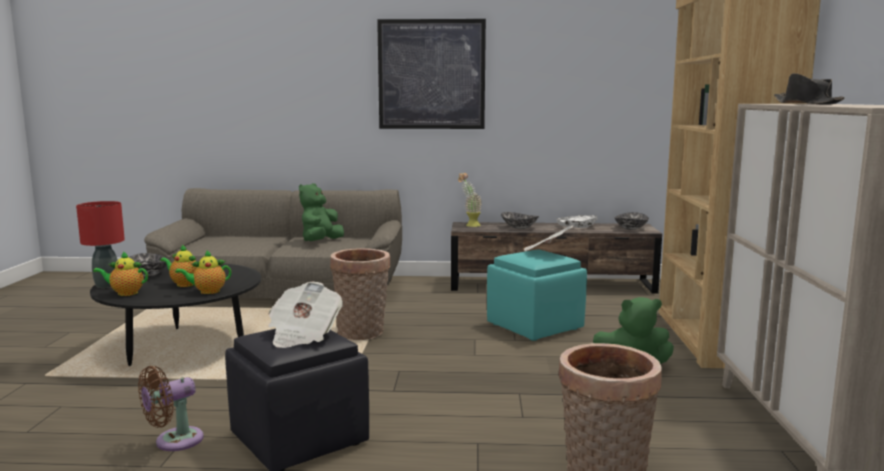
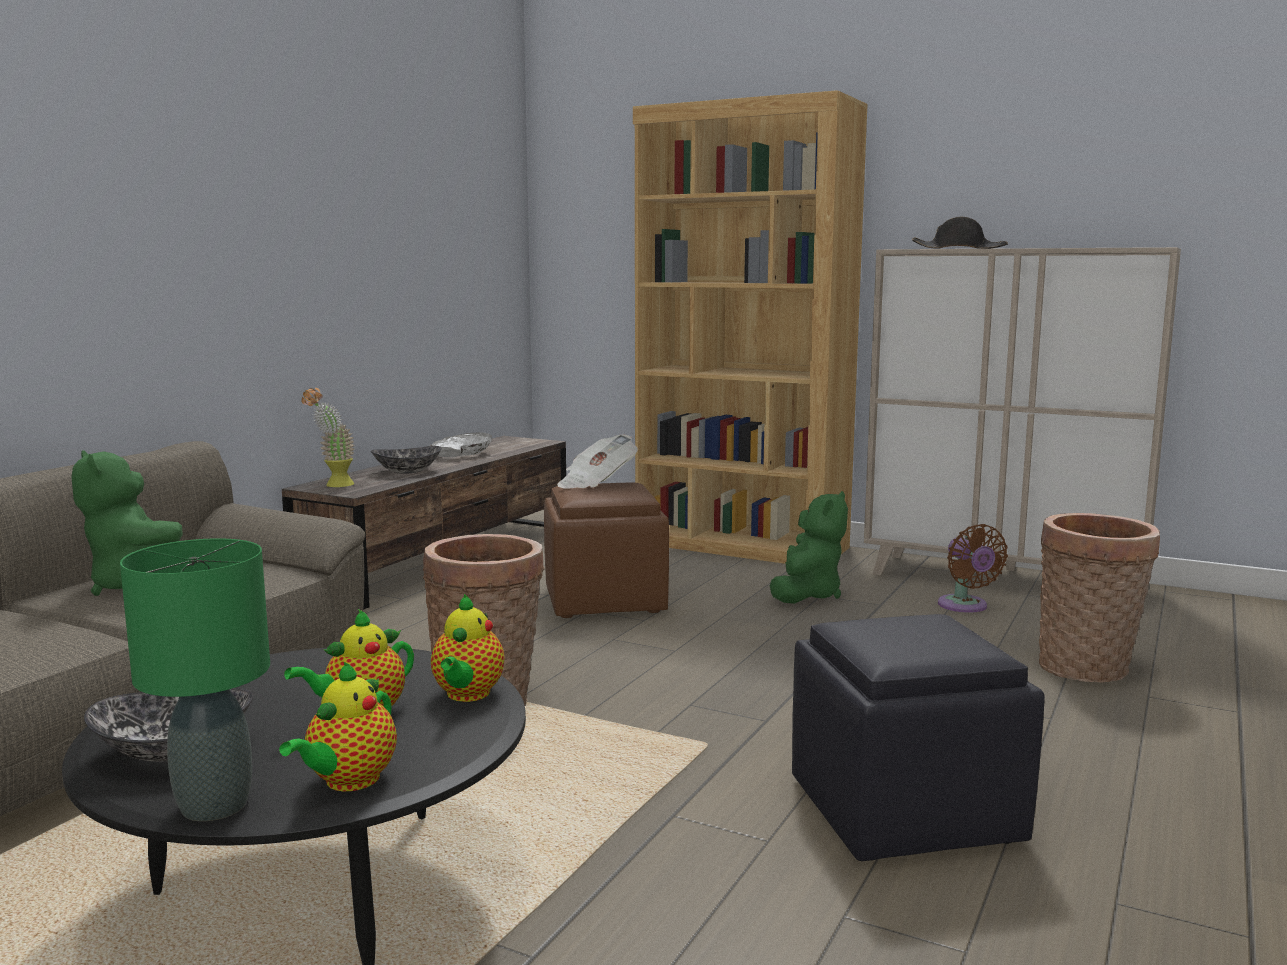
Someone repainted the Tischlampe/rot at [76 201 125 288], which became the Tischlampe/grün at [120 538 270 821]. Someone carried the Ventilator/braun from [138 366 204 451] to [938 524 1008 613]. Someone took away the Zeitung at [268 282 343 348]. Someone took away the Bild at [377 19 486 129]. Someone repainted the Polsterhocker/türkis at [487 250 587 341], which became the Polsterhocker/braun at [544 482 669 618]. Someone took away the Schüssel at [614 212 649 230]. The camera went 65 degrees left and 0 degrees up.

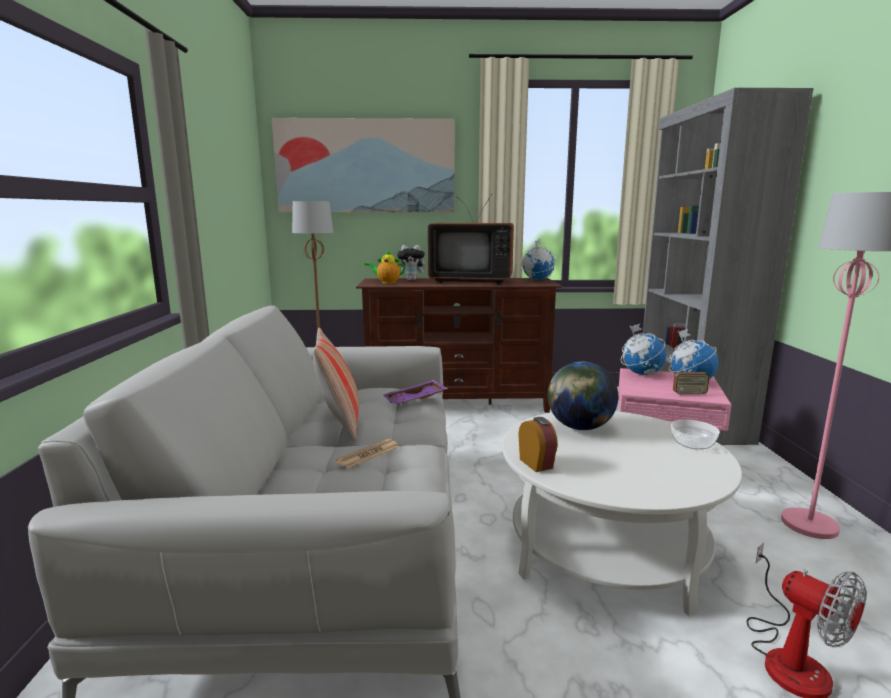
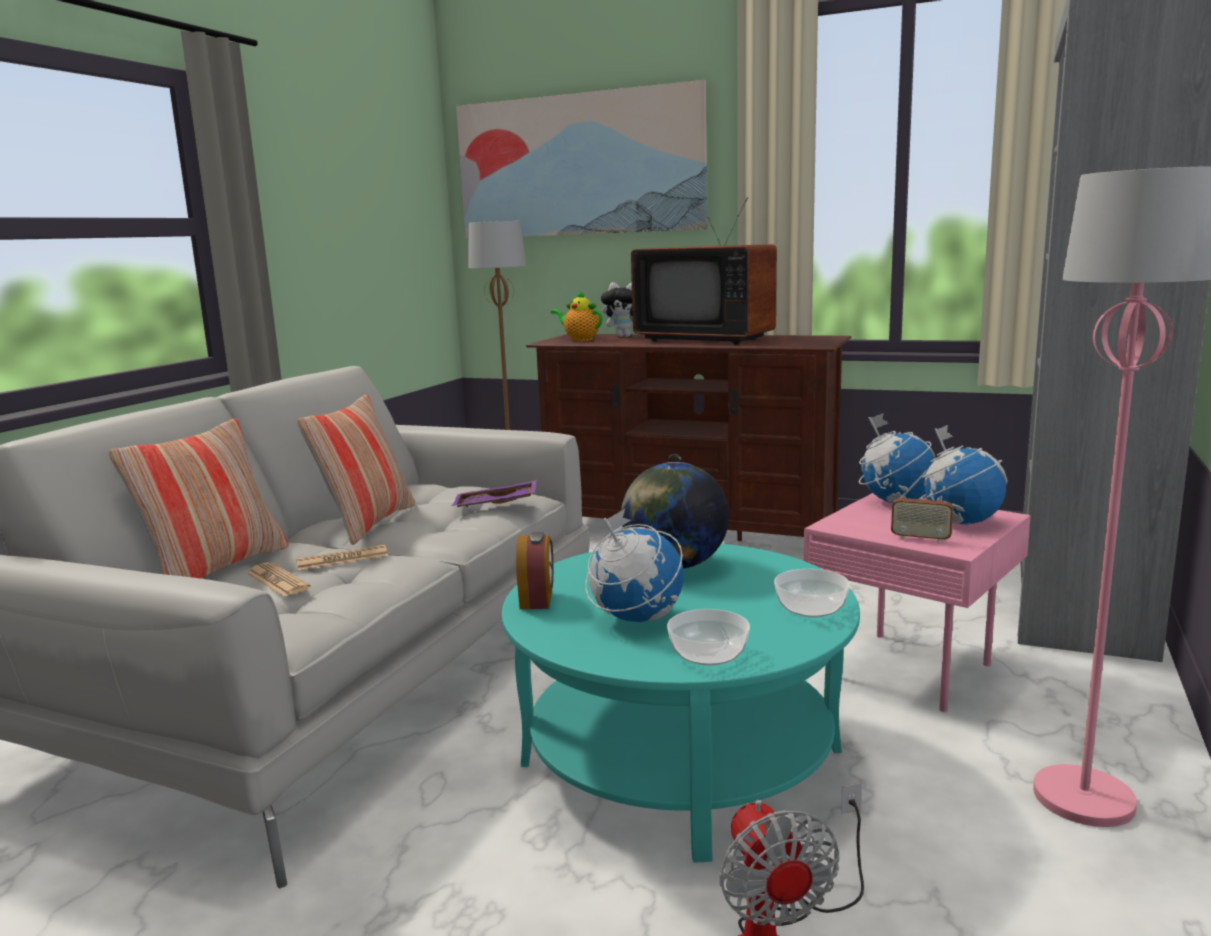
Someone repainted the Couchtisch/weiß at [502 411 742 616], which became the Couchtisch/türkis at [502 544 860 862]. Someone carried the Globus from [520 238 557 280] to [585 509 684 622]. Someone put down the Kissen at [109 419 288 579]. Someone put down the Zeitung at [247 562 311 597]. Someone put down the Schüssel at [667 609 750 666]. The camera went 25 degrees right and 0 degrees up.

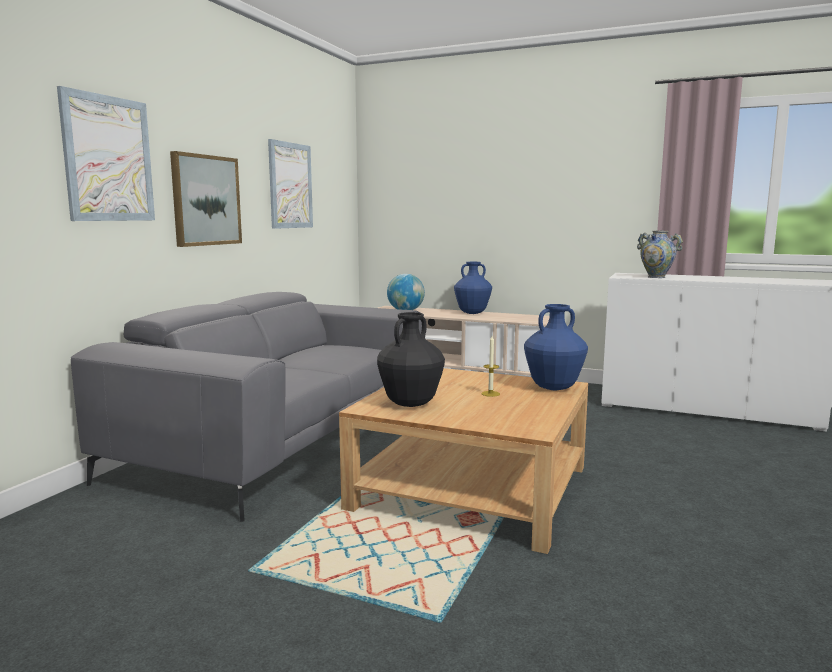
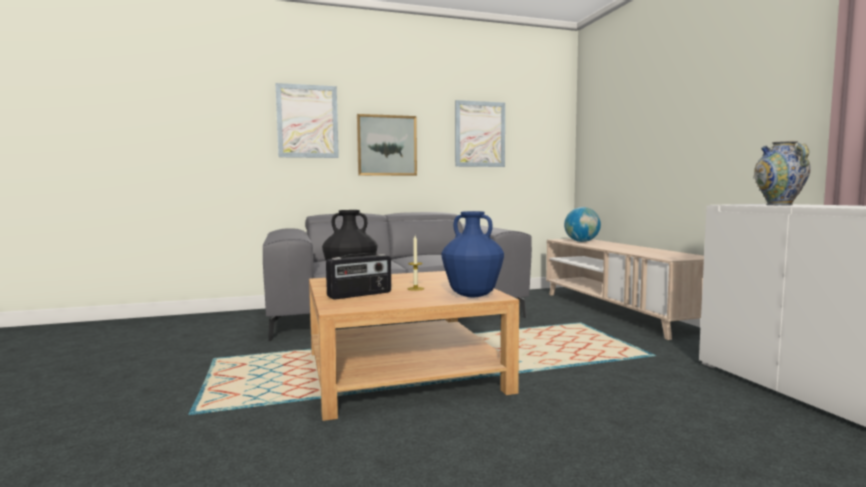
Someone took away the Vase/blau at [454 262 492 314]. Someone put down the Radio at [326 253 391 300]. The camera went 50 degrees right and 5 degrees down.

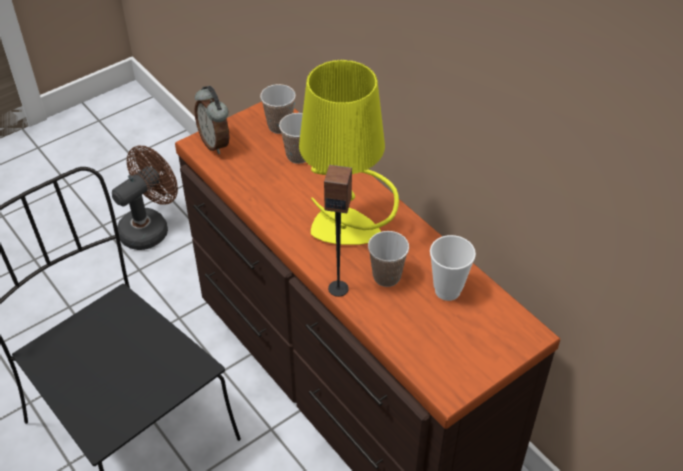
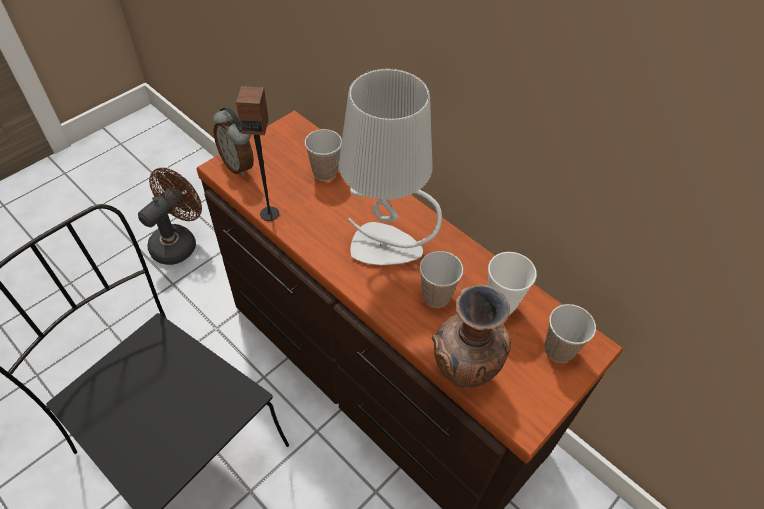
Someone carried the Tasse from [260 84 296 134] to [545 304 596 363]. Someone repainted the Tischlampe/gelb at [299 60 399 245], which became the Tischlampe/grau at [339 69 442 265]. Someone carried the Lautsprecher from [324 165 352 297] to [236 86 279 221]. Someone put down the Vase/braun at [432 285 511 388]. The camera went 10 degrees left and 5 degrees up.

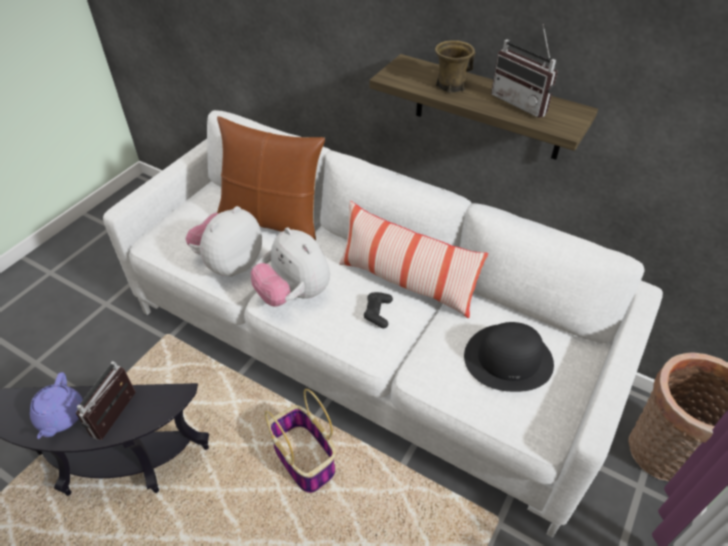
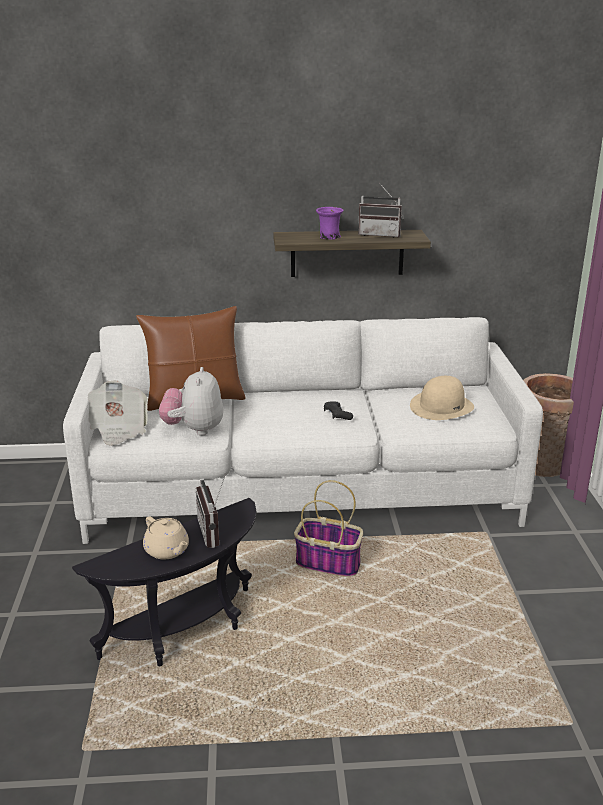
Someone repainted the Teekanne/lila at [30 372 83 439], which became the Teekanne/beige at [143 516 189 559]. Someone took away the Plüschtier at [251 227 330 307]. Someone took away the Kissen at [339 201 488 318]. Someone repainted the Henkelbecher/braun at [435 40 475 94], which became the Henkelbecher/lila at [316 207 343 240]. Someone repainted the Hut/schwarz at [464 322 554 392], which became the Hut/beige at [410 376 474 420]. Someone put down the Zeitung at [87 381 148 446]. The camera went 35 degrees left and 20 degrees down.

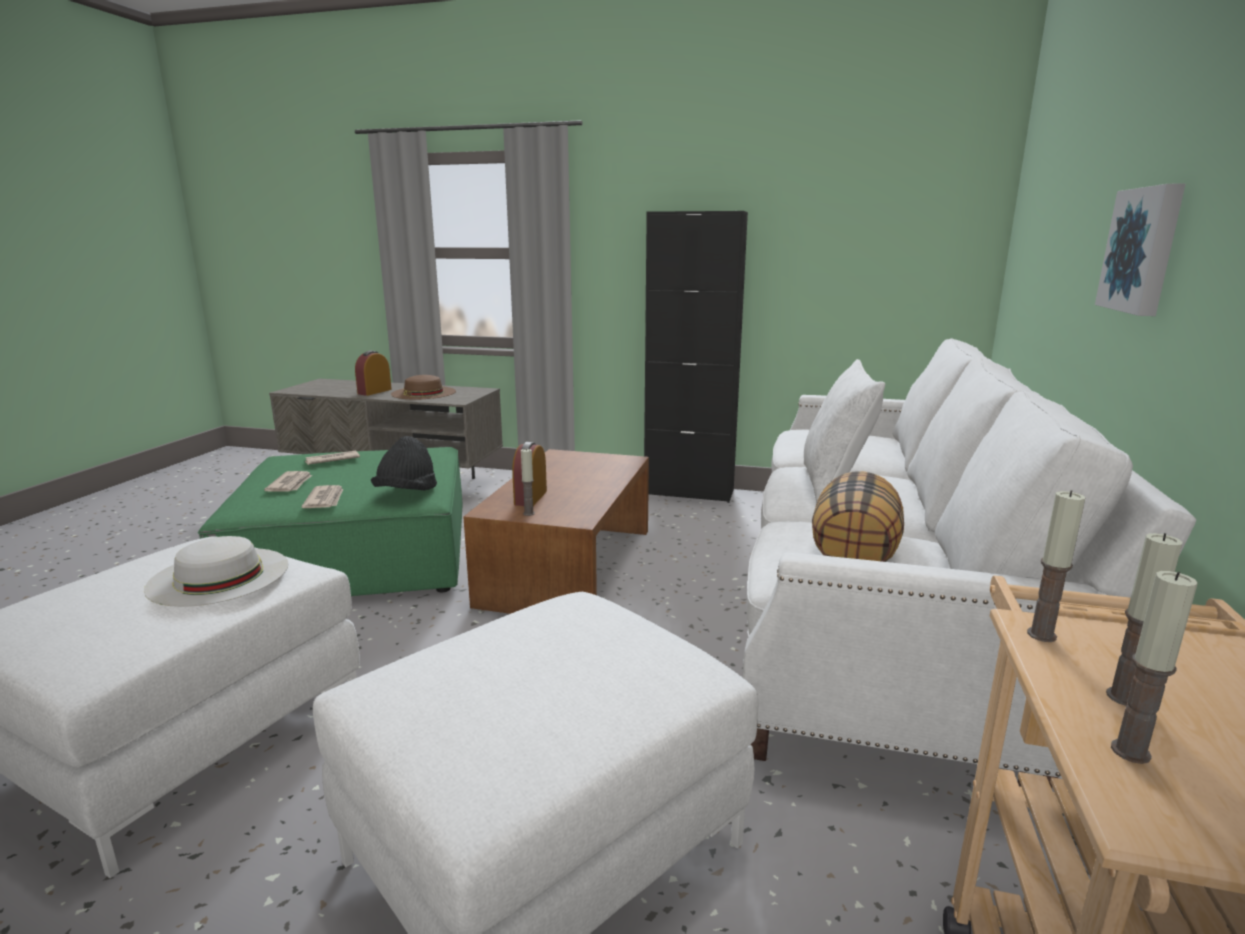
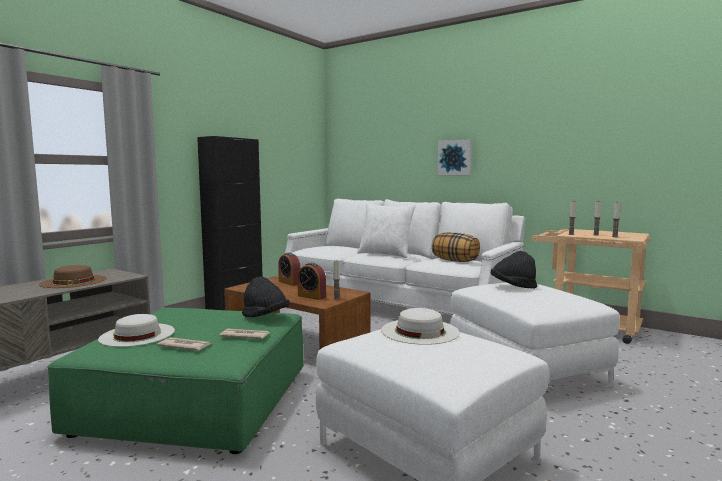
Someone swapped the Zeitung at [305 451 360 465] for the Hut/weiß at [98 314 175 347]. Someone carried the Wecker from [355 351 392 396] to [278 252 300 286]. Someone put down the Hut/schwarz at [491 251 537 288]. The camera went 70 degrees left and 10 degrees down.

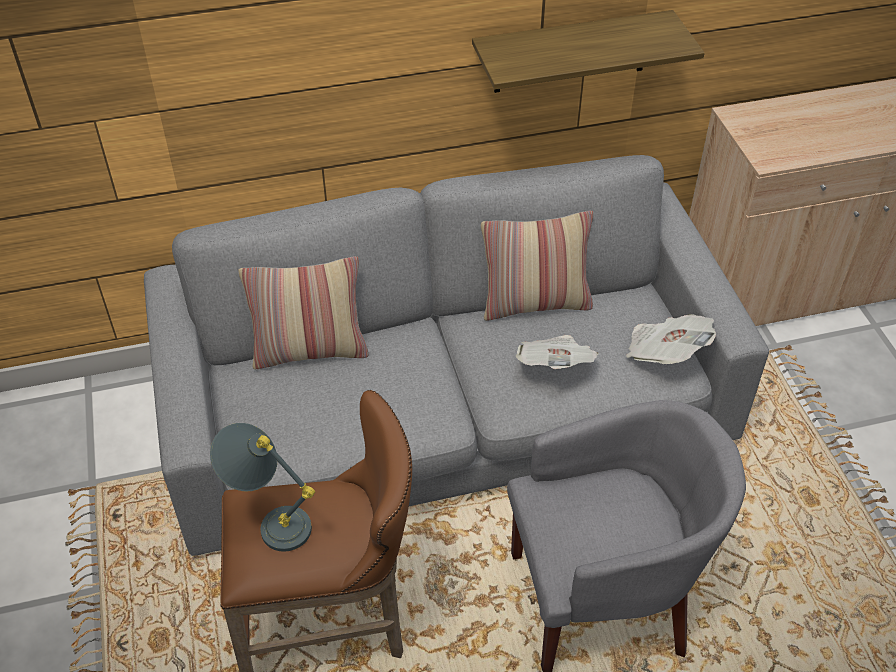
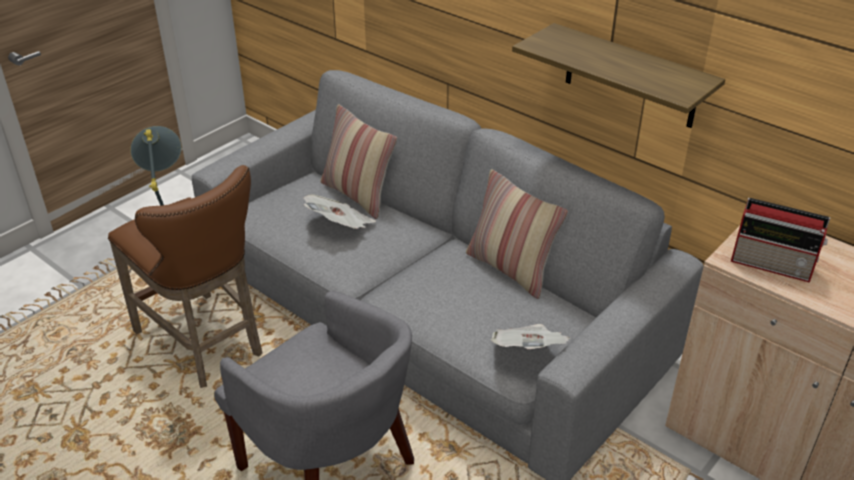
Someone carried the Zeitung from [515 335 599 369] to [303 194 376 229]. Someone put down the Radio at [731 198 830 283]. The camera went 55 degrees right and 10 degrees down.

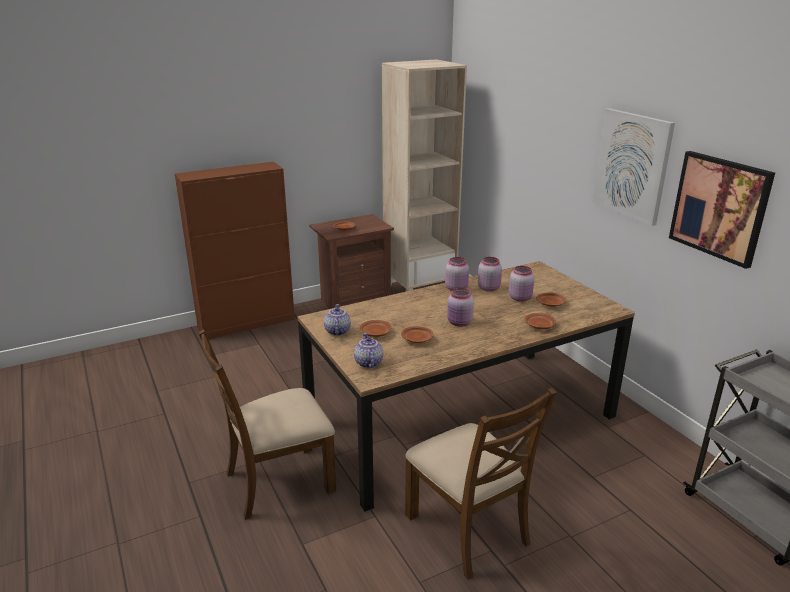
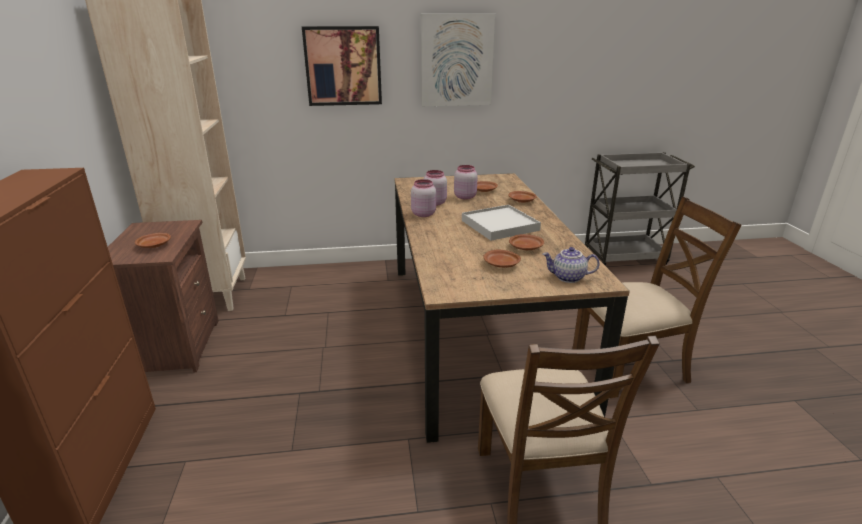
Someone took away the Teekanne at [324 304 351 336]. Someone swapped the Vorratsglas/rosa at [447 288 474 327] for the Tablett/weiß at [462 205 541 241]. Someone carried the Bild from [669 151 775 269] to [302 26 382 106]. The camera went 70 degrees left and 0 degrees up.

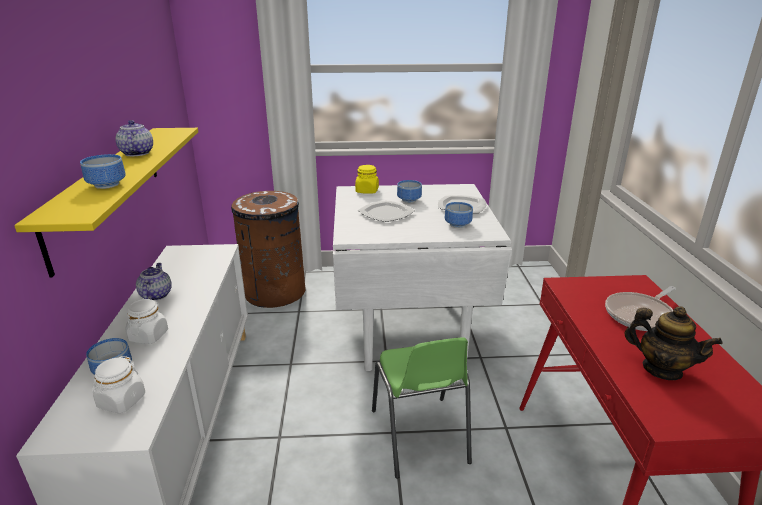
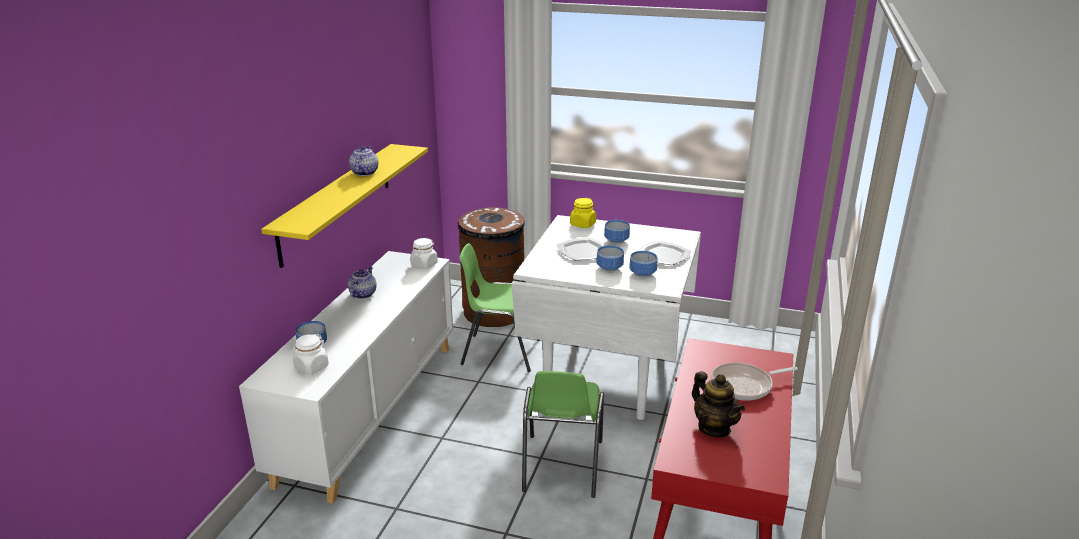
Someone carried the Schüssel from [80 154 126 189] to [597 245 624 272]. Someone carried the Vorratsglas/weiß from [126 299 168 344] to [410 238 438 269]. Someone put down the Stuhl/grün at [459 243 540 372]. The camera went 20 degrees right and 0 degrees up.

